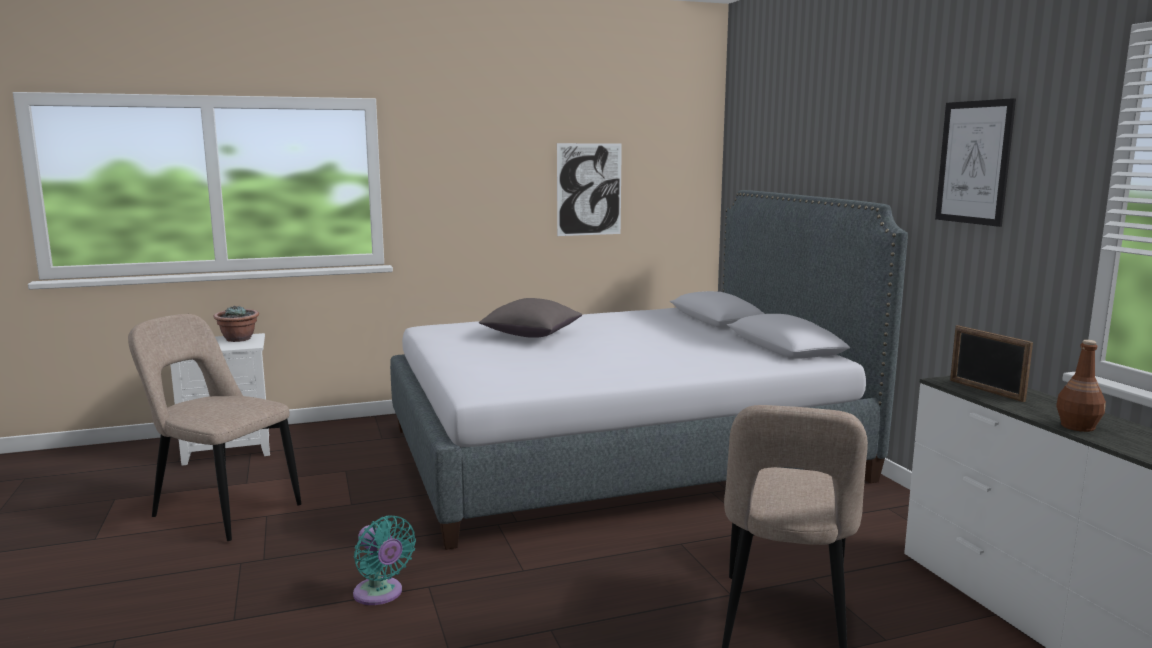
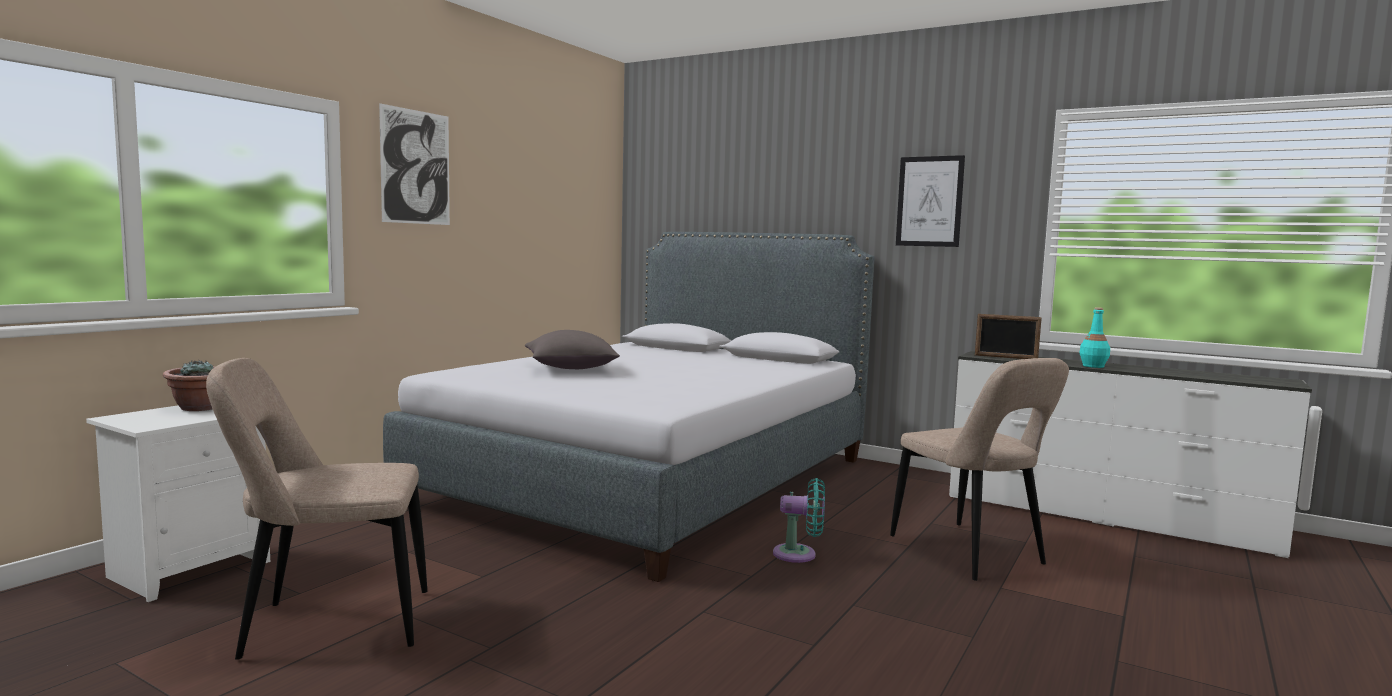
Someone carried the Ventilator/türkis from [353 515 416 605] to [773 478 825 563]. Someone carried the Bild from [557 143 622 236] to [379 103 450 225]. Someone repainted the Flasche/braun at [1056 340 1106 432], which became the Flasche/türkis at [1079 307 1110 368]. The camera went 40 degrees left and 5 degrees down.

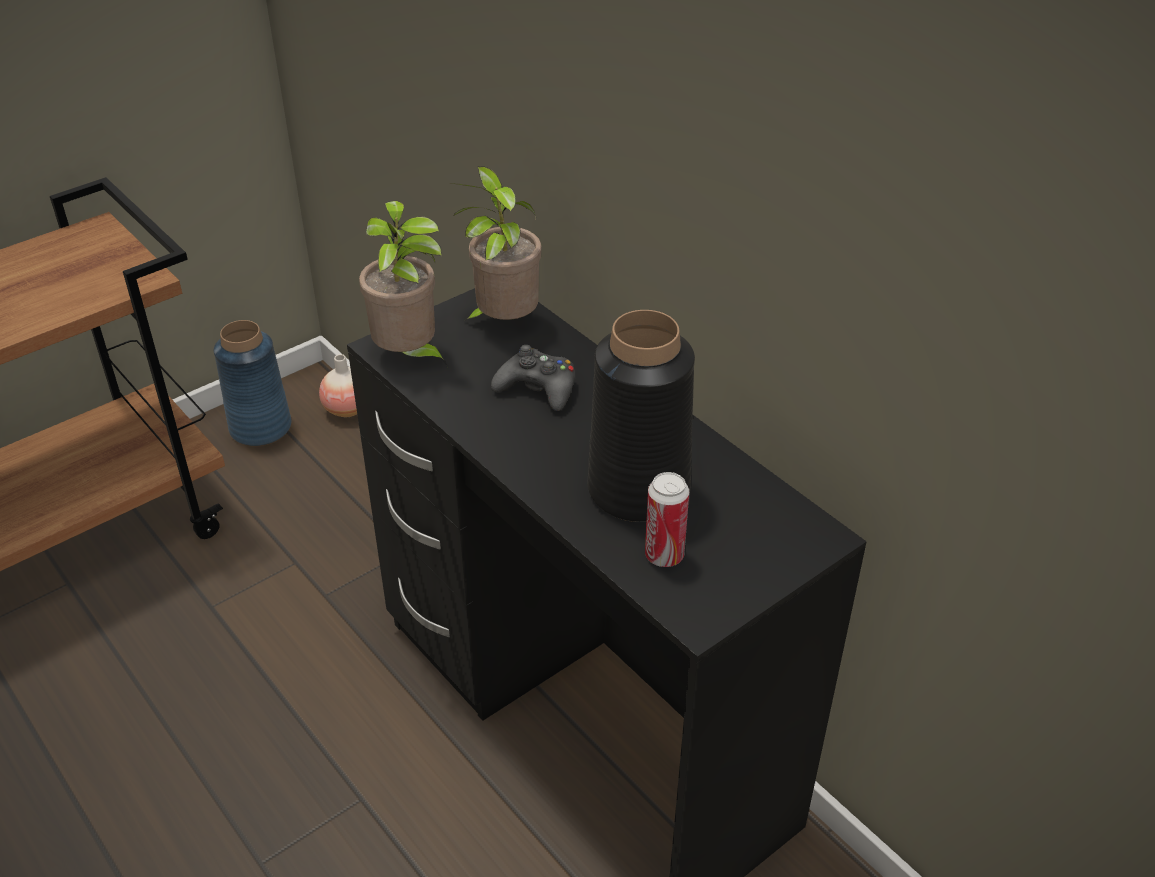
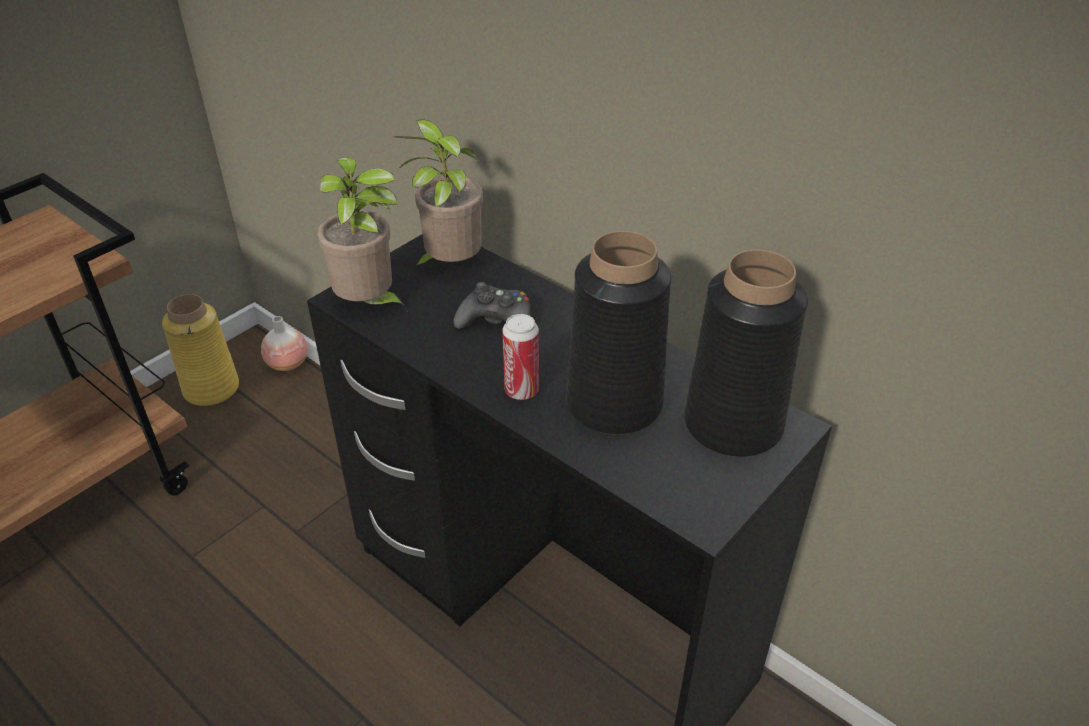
Someone repainted the Vase/blau at [214 320 291 446], which became the Vase/gelb at [162 294 239 406]. Someone carried the Dose from [645 472 689 567] to [502 314 539 400]. Someone put down the Vase/schwarz at [684 249 808 457]. The camera went 10 degrees left and 0 degrees up.

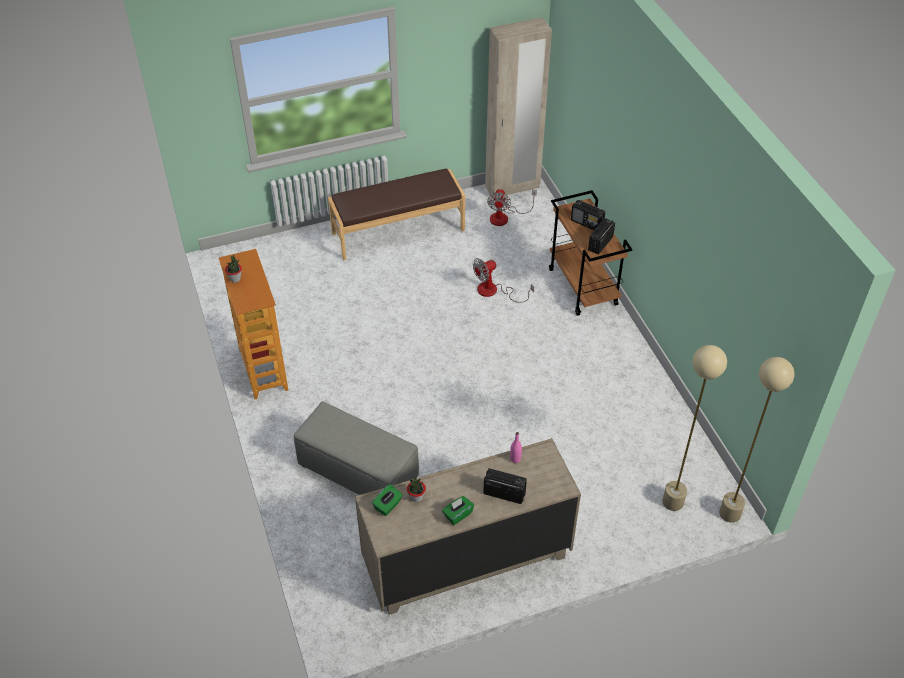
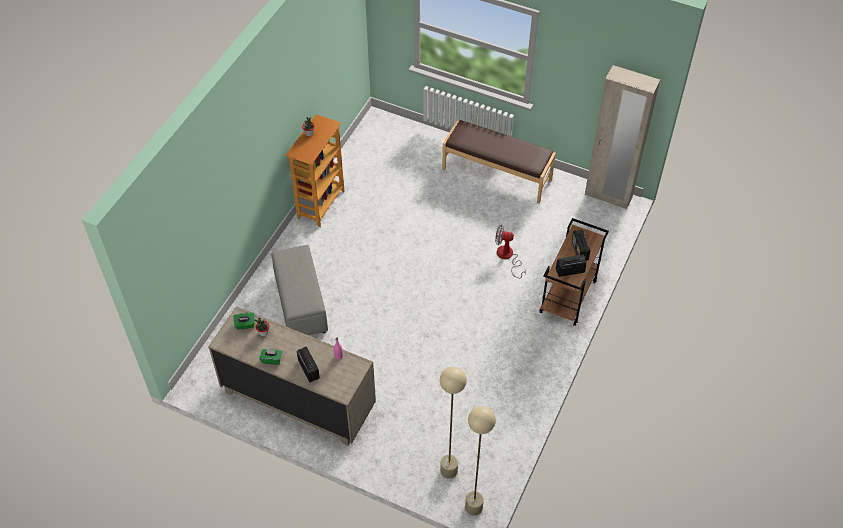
Someone took away the Ventilator at [487 189 537 226]. The camera went 45 degrees right and 5 degrees up.

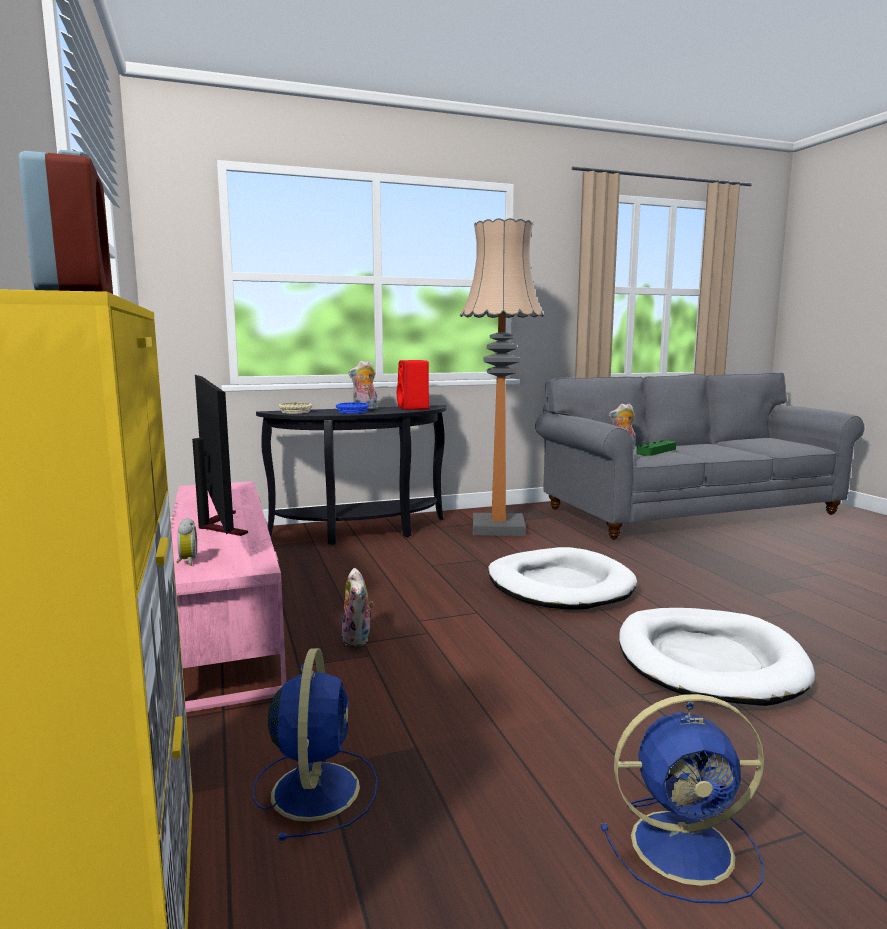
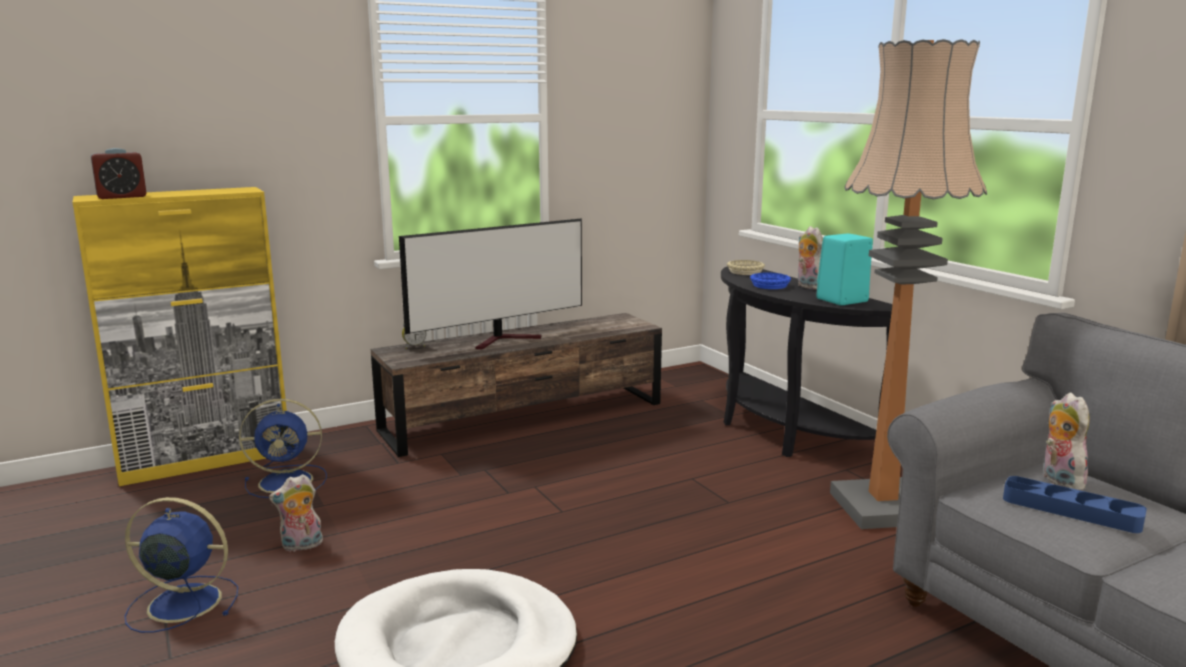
Someone repainted the Fernsehschrank/rosa at [171 481 286 712], which became the Fernsehschrank/braun at [371 313 662 457]. Someone carried the Plüschtier from [342 568 374 647] to [269 474 323 552]. Someone repainted the Lautsprecher/rot at [397 360 429 410], which became the Lautsprecher/türkis at [816 233 873 305]. Someone took away the Hundebett/weiß at [488 547 637 610]. Someone rotated the Ventilator/blau at [601 694 764 903] by 105 degrees clockwise. Someone repainted the Tablett/grün at [636 440 676 456], which became the Tablett/blau at [1003 476 1147 533]. The camera went 80 degrees right and 5 degrees up.

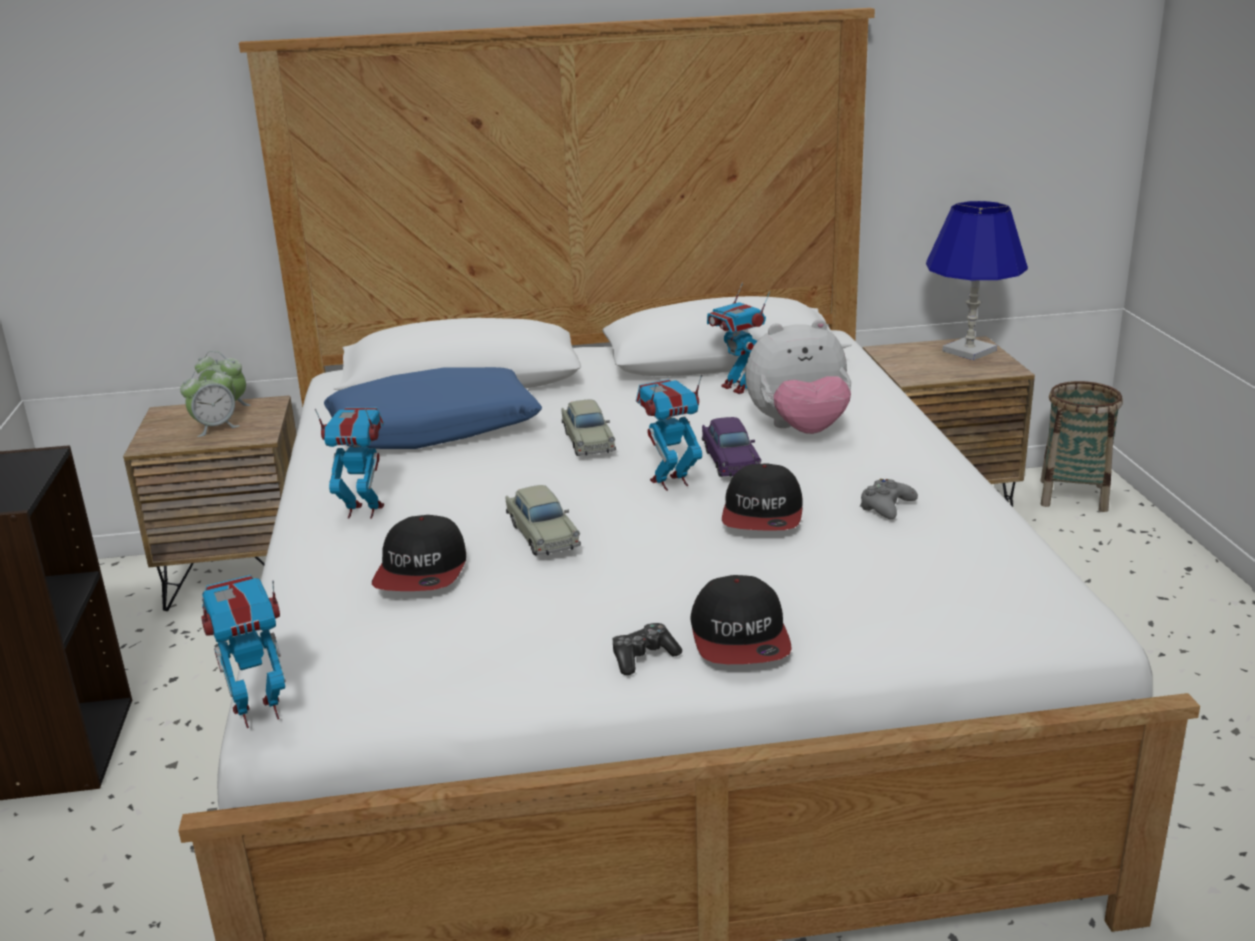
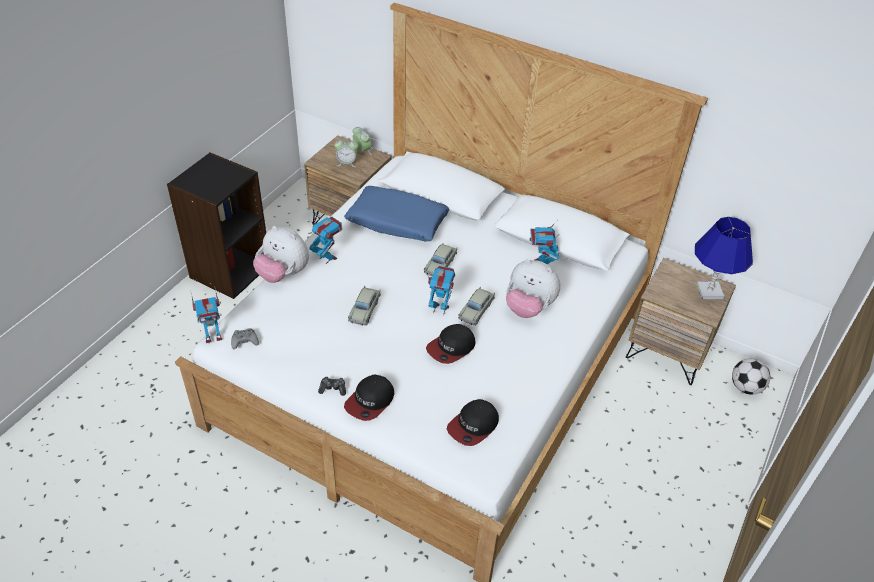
Someone rotated the Spielzeugroboter at [201 575 286 728] by 150 degrees clockwise. Someone carried the Kappe from [372 515 466 591] to [447 399 499 446]. Someone repainted the Spielzeugauto/lila at [702 417 761 477], which became the Spielzeugauto/beige at [458 287 495 326]. Someone carried the Gamepad/grau from [860 479 918 519] to [231 328 259 349]. Someone swapped the Korb at [1040 381 1123 512] for the Fußball at [732 358 770 395]. Someone put down the Plüschtier at [253 226 309 283]. The camera went 35 degrees right and 20 degrees up.

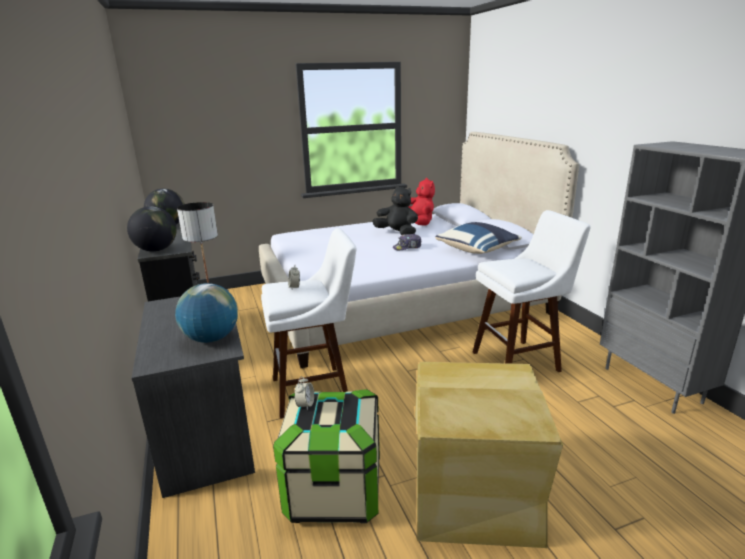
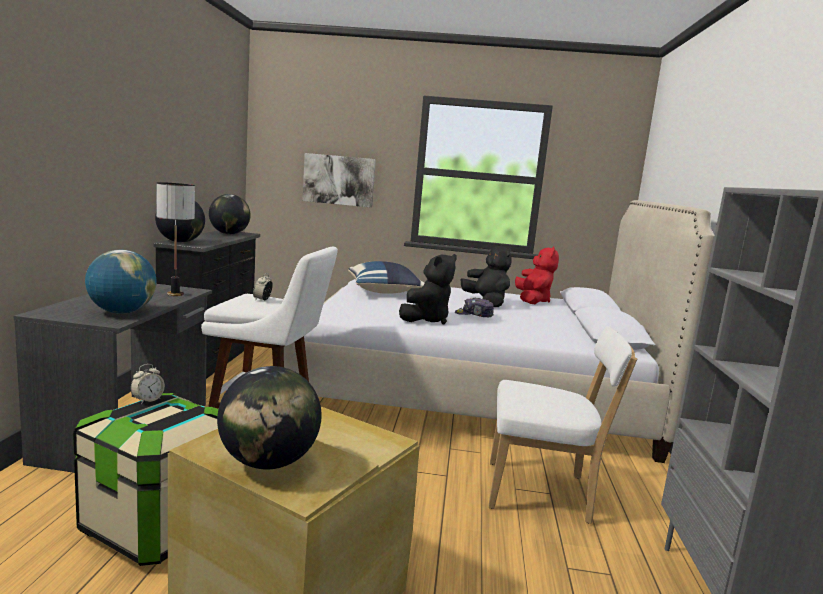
Someone carried the Kissen/blau from [435 222 522 254] to [348 261 424 294]. Someone swapped the Hocker/weiß at [473 210 591 372] for the Stuhl/weiß at [488 326 638 524]. Someone put down the Globus at [217 366 322 469]. Someone put up the Bild at [302 153 376 208]. Someone put down the Plüschtier/schwarz at [399 254 457 324]. The camera went 25 degrees right and 10 degrees down.

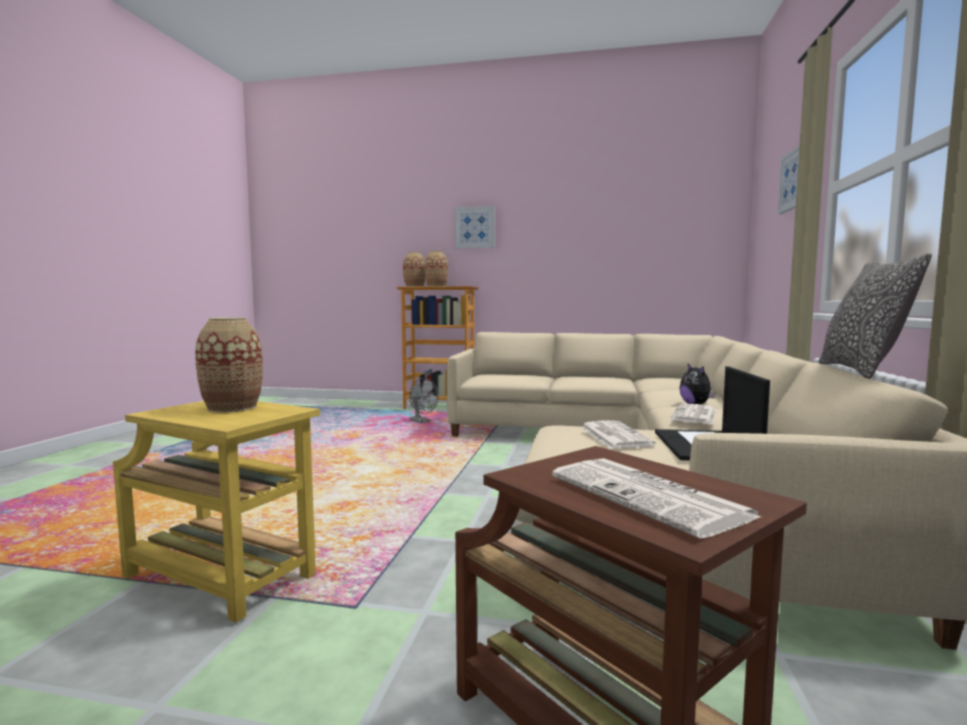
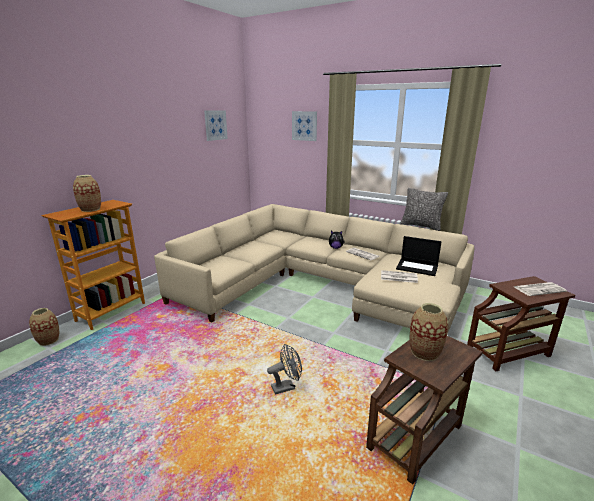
Someone repainted the Beistelltisch/gelb at [113 401 320 622], which became the Beistelltisch/braun at [366 336 483 485]. Someone carried the Vase from [403 252 426 287] to [29 308 60 346]. Someone carried the Ventilator/grau from [409 378 438 423] to [267 344 302 395]. Someone carried the Bild from [455 206 495 248] to [204 110 228 141]. The camera went 70 degrees left and 15 degrees up.

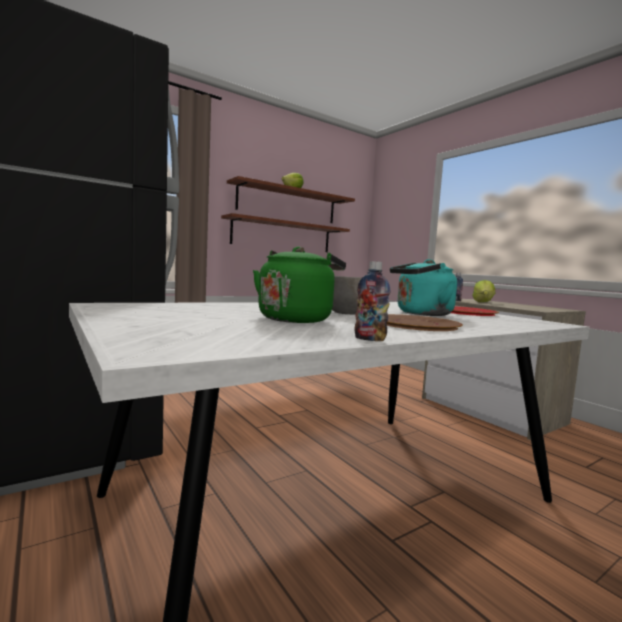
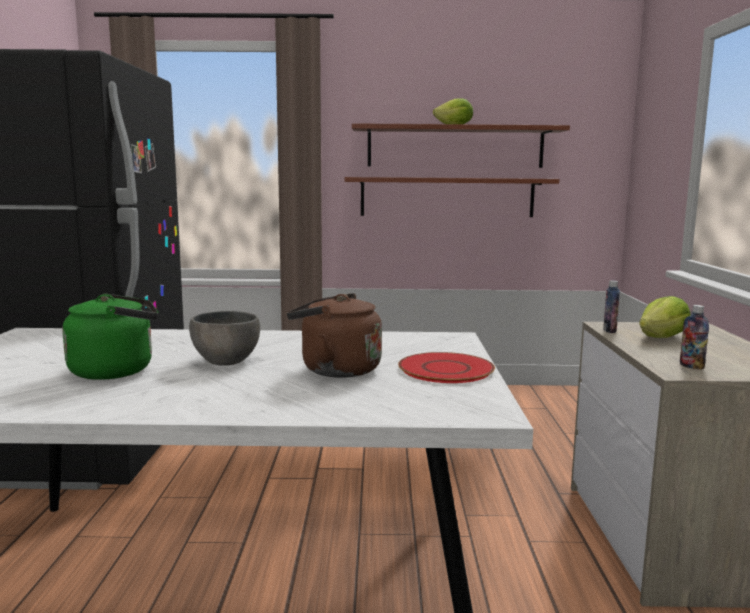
Someone carried the Flasche from [354 261 390 341] to [680 305 709 370]. Someone took away the Teller/braun at [386 314 463 331]. Someone repainted the Wasserkessel/türkis at [390 259 457 316], which became the Wasserkessel/braun at [287 293 382 378]. The camera went 35 degrees right and 5 degrees up.

